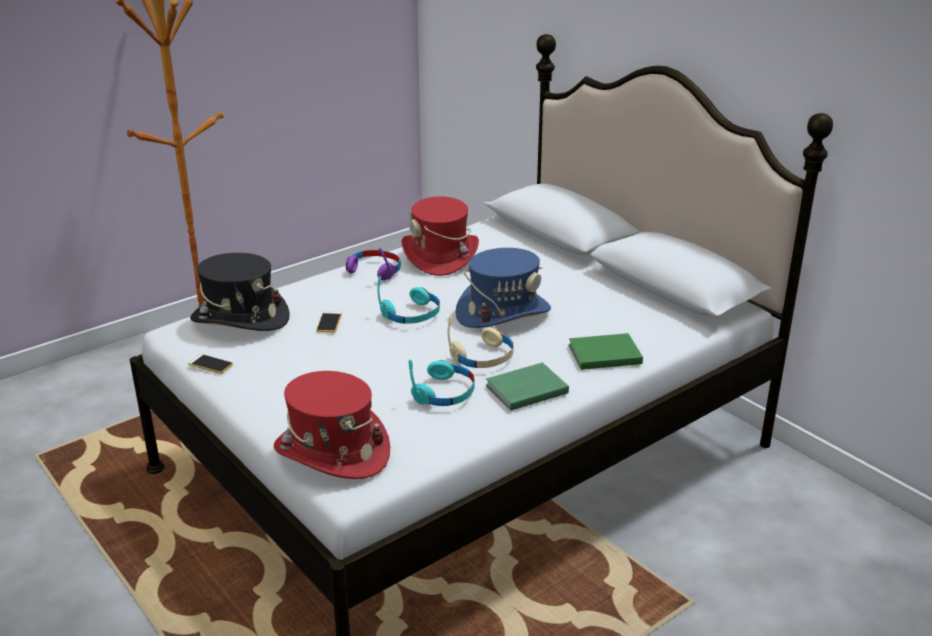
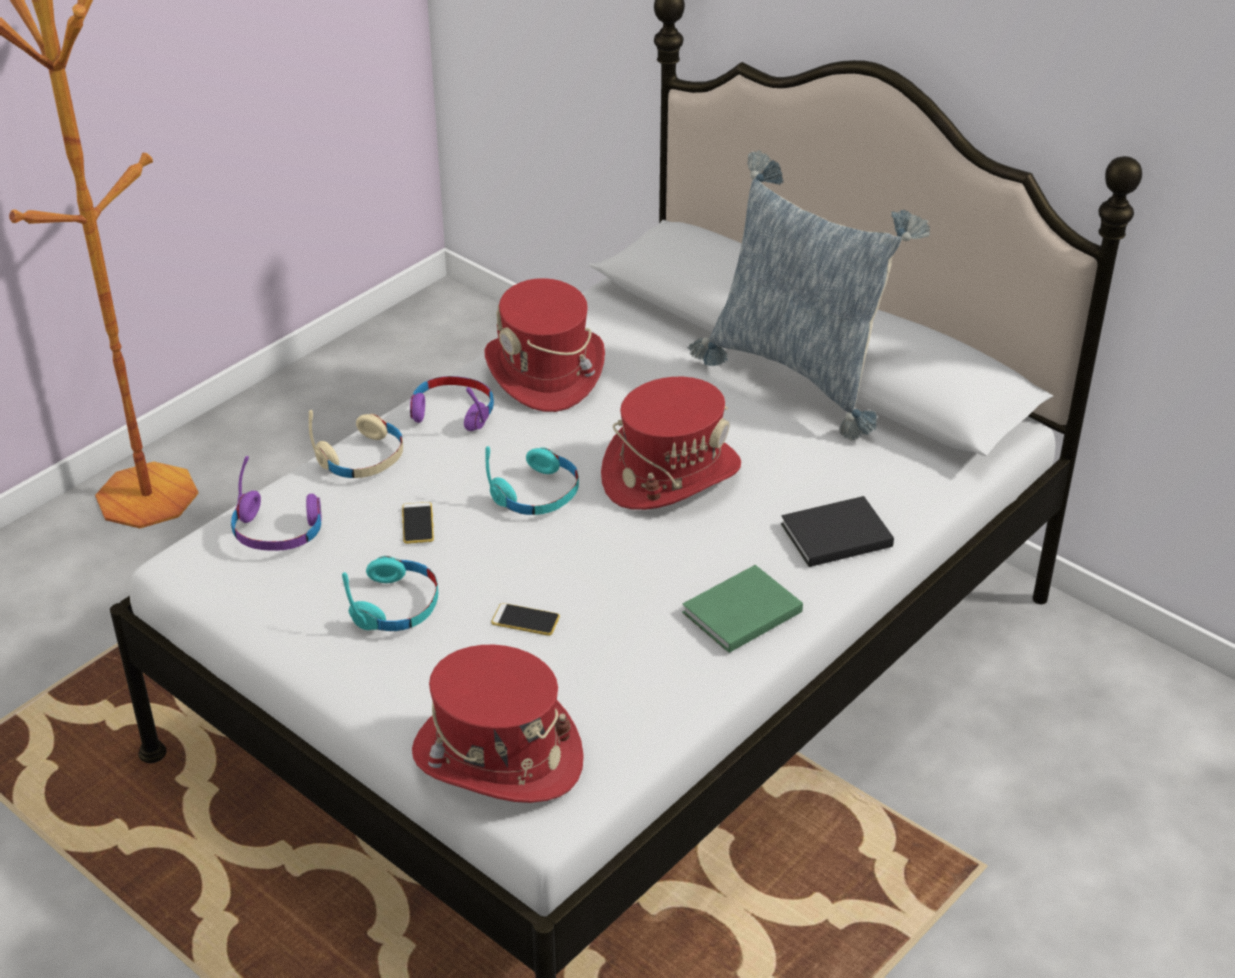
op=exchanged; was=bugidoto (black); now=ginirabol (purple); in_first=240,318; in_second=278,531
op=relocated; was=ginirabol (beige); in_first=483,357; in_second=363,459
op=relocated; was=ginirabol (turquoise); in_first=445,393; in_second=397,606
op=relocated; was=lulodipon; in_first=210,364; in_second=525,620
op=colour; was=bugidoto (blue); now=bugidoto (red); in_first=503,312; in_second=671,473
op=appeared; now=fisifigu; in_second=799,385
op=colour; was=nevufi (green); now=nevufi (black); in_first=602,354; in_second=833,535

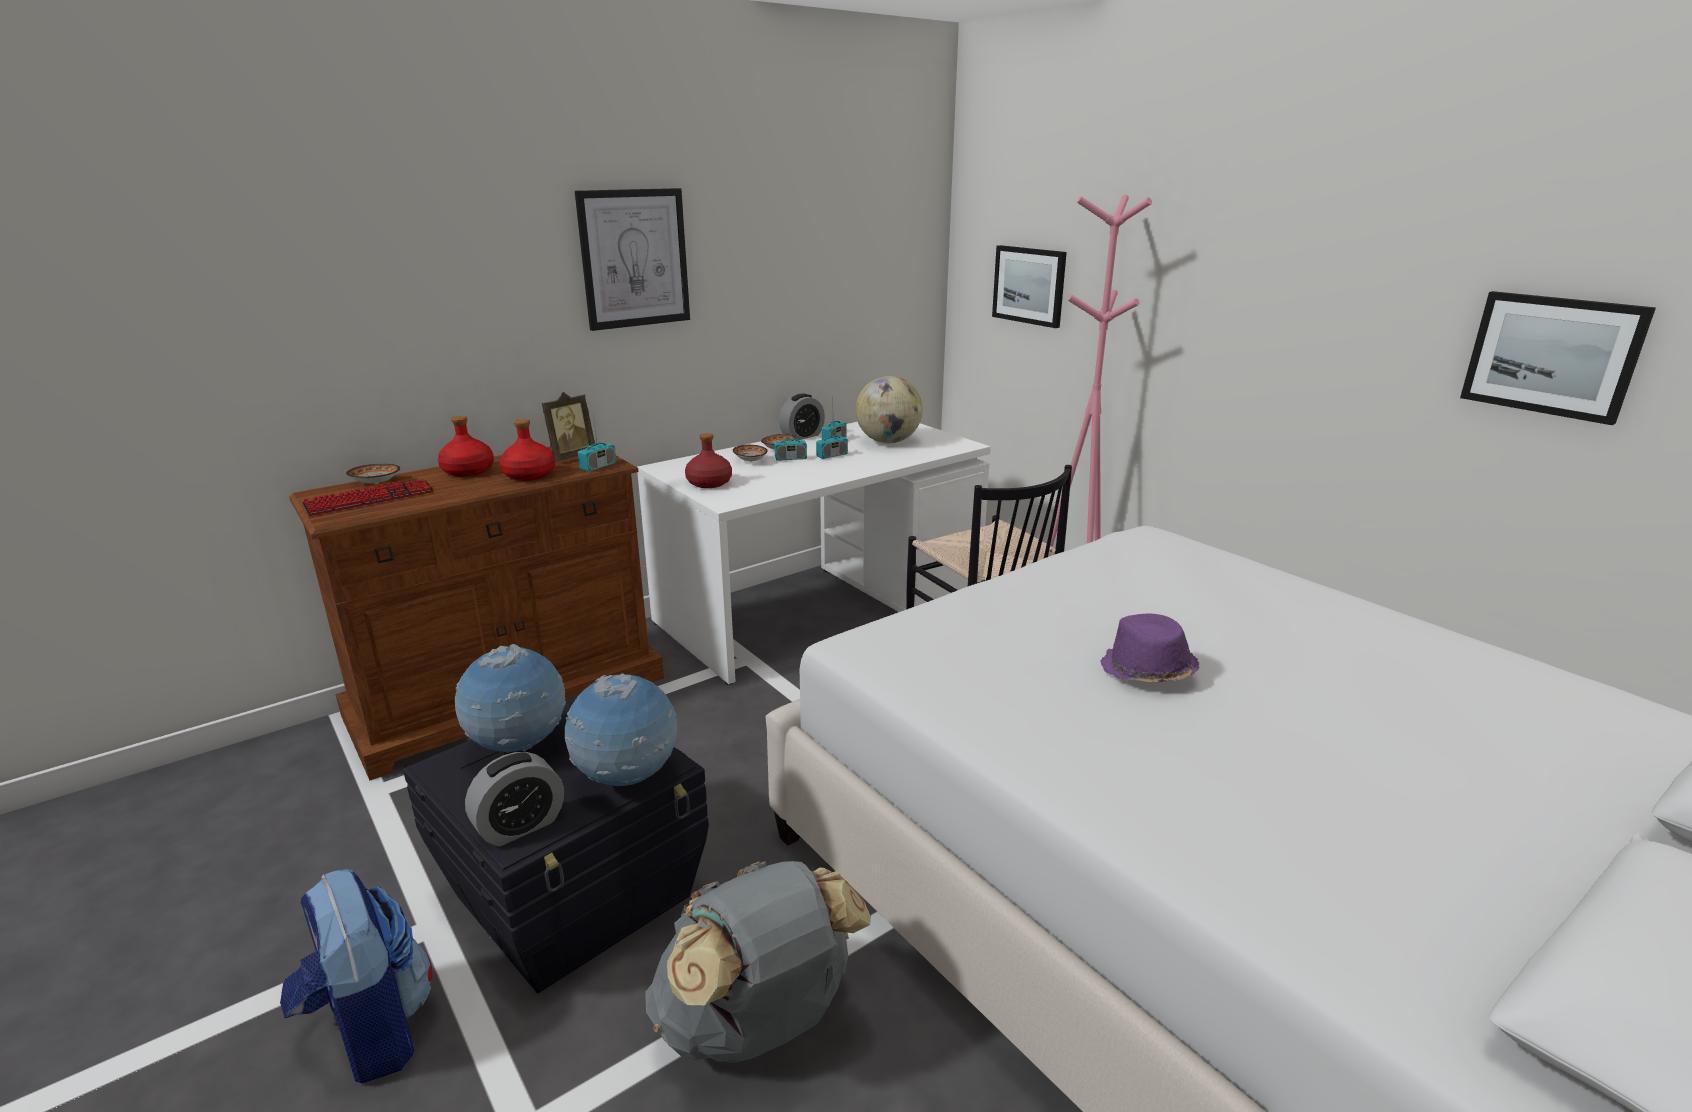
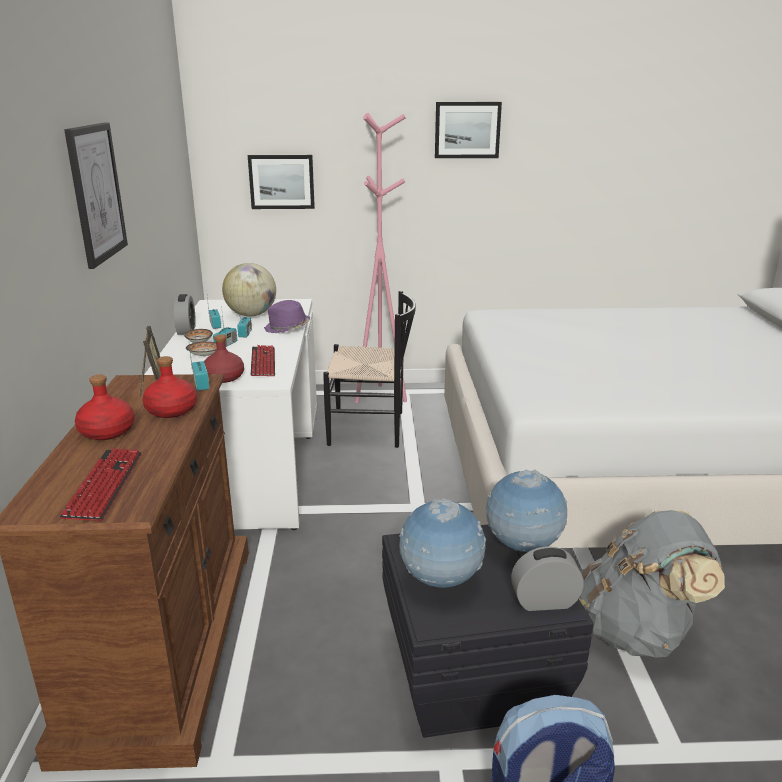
op=appeared; now=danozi; in_second=263,362
op=relocated; was=bugidoto (purple); in_first=1146,672; in_second=287,328
op=relocated; was=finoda; in_first=1552,355; in_second=467,130
op=spun; was=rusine; in_first=520,826; in_second=544,601; clockwise=-90
op=missing; was=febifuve; in_first=375,483

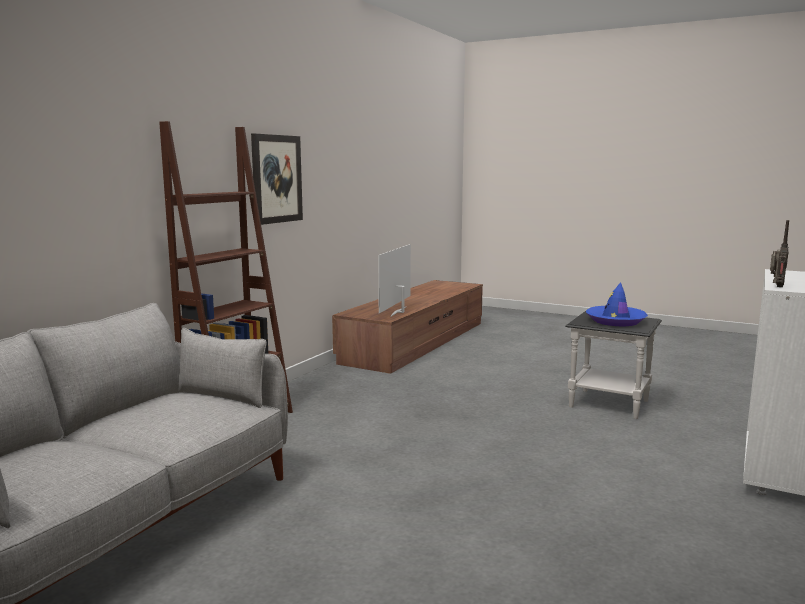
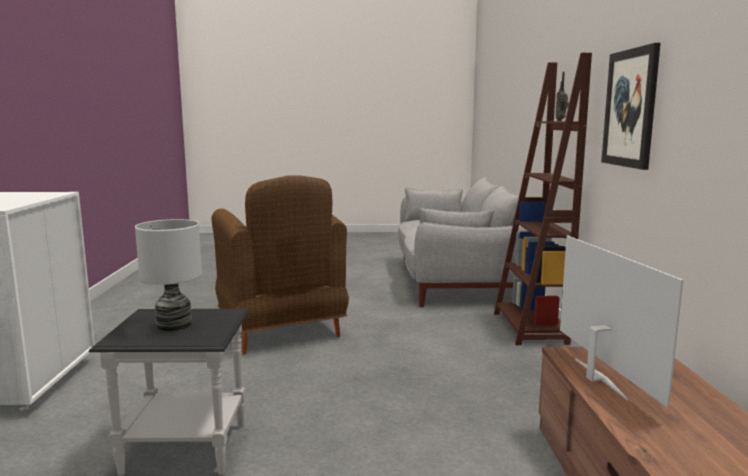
op=exchanged; was=bugidoto (blue); now=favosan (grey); in_first=615,321; in_second=174,325
op=appeared; now=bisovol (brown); in_second=281,332
op=relocated; was=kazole; in_first=776,286; in_second=561,121

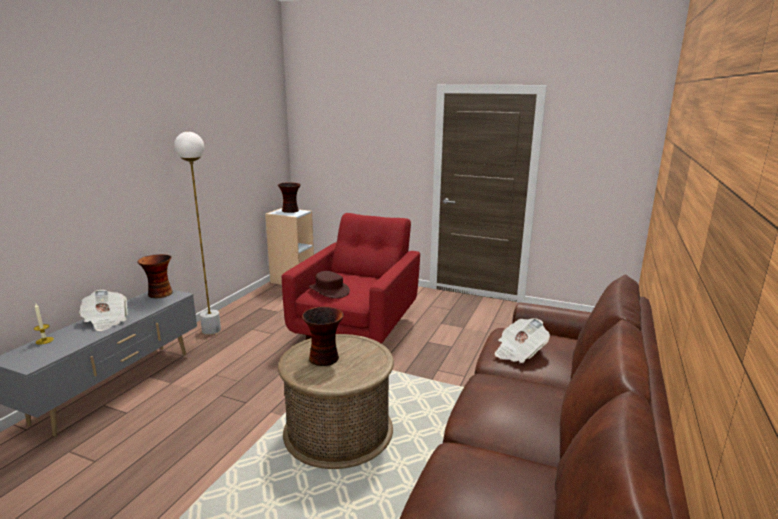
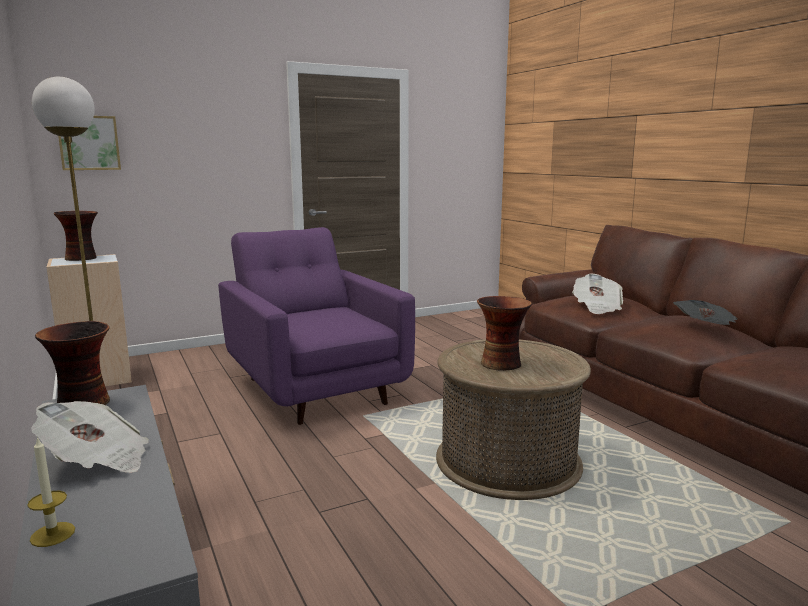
op=appeared; now=finoda; in_second=89,143
op=colour; was=bisovol (red); now=bisovol (purple); in_first=357,328; in_second=313,387
op=appeared; now=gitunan; in_second=705,328
op=missing; was=bugidoto (brown); in_first=329,290

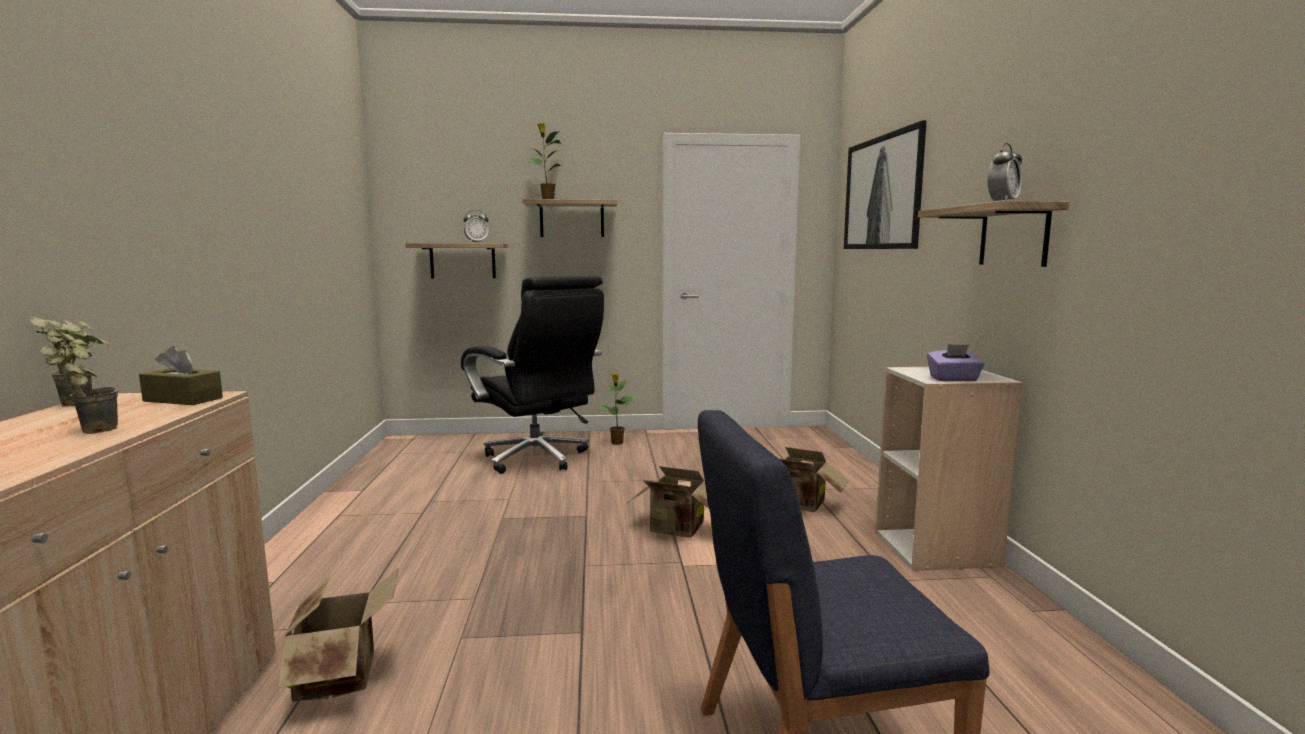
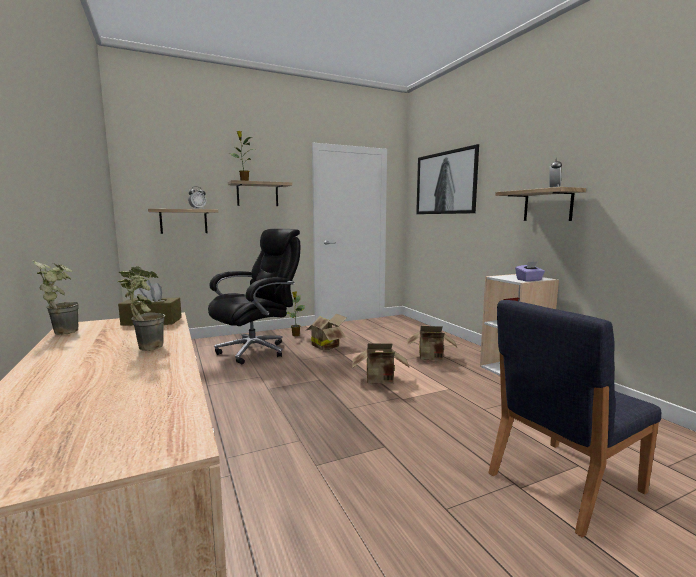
op=spun; was=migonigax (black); in_first=539,460; in_second=256,351; clockwise=-75
op=relocated; was=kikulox; in_first=344,675; in_second=326,346

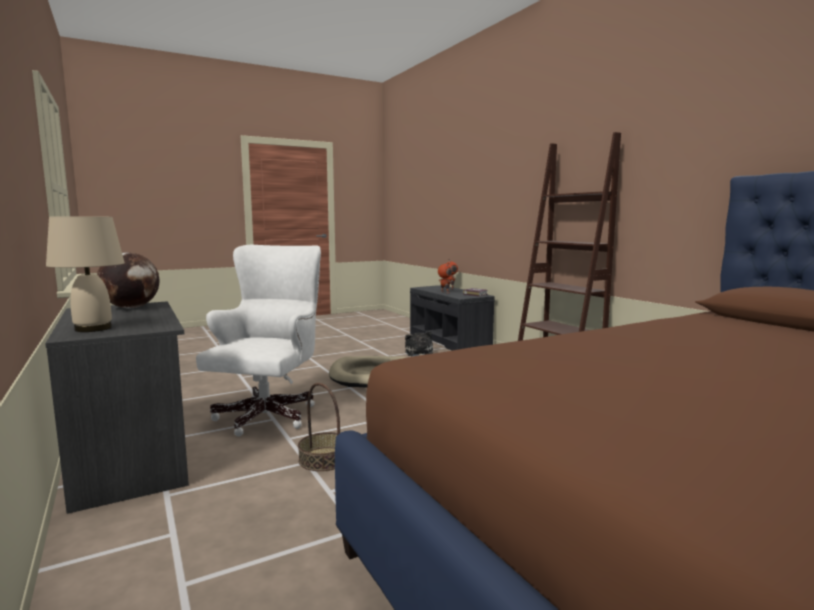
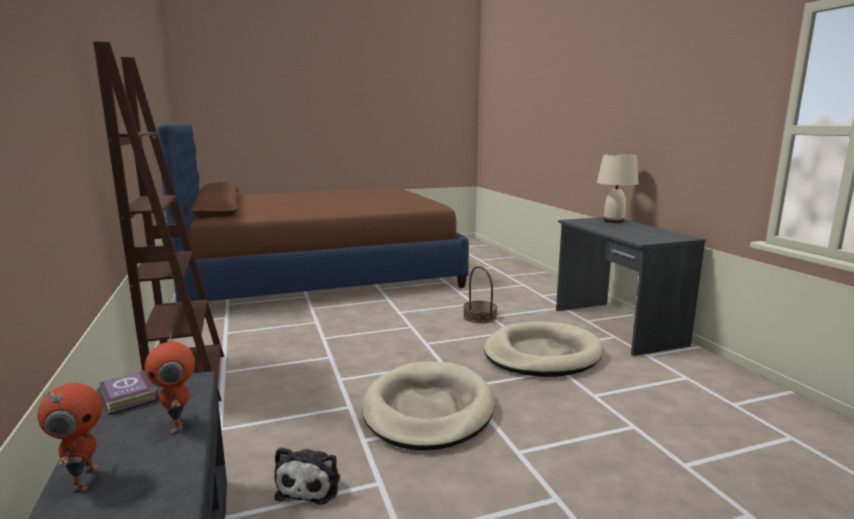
op=exchanged; was=migonigax (white); now=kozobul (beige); in_first=268,414; in_second=541,354
op=missing; was=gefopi; in_first=131,308

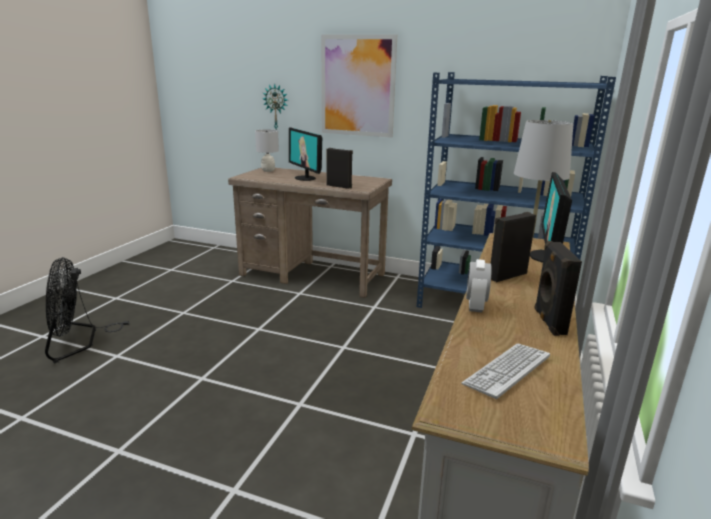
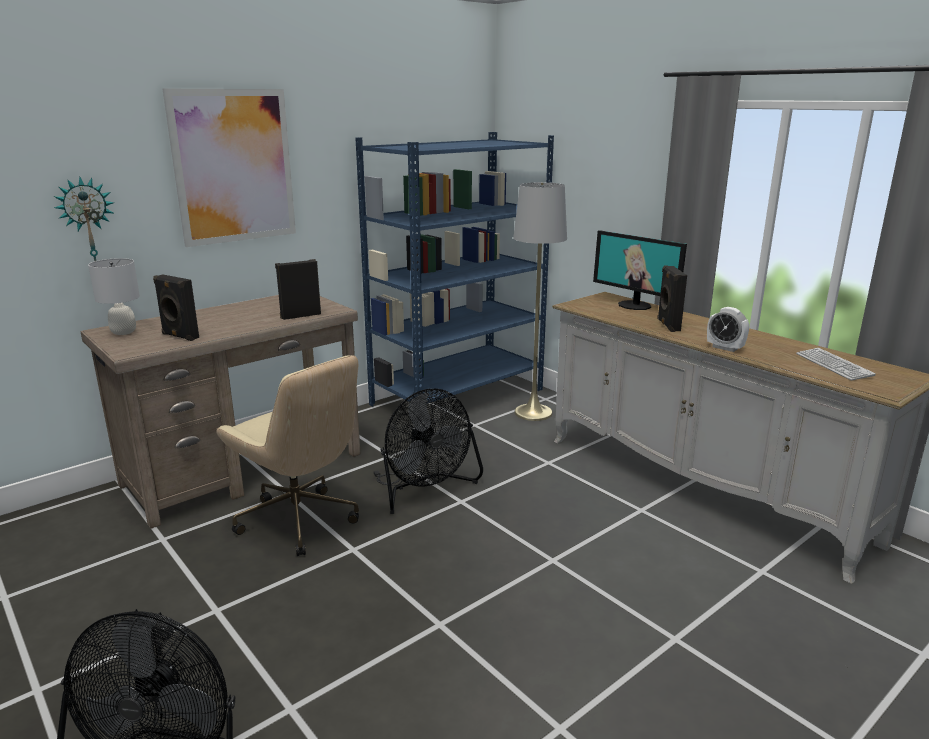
op=relocated; was=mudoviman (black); in_first=548,322; in_second=179,336
op=appeared; now=migonigax (beige); in_second=300,523
op=appeared; now=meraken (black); in_second=421,490
op=missing; was=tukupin; in_first=305,178

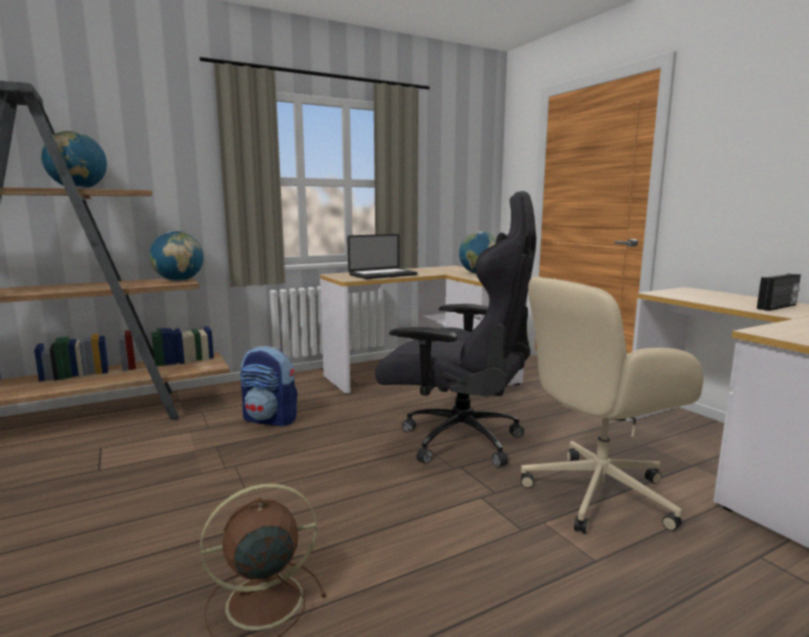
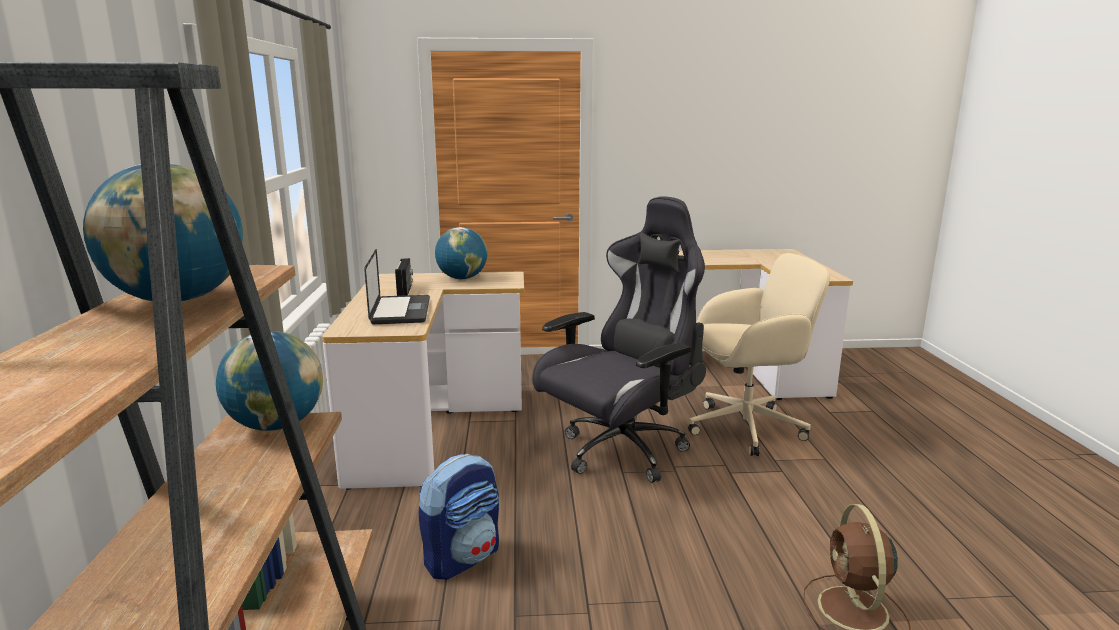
op=relocated; was=kazole; in_first=778,307; in_second=405,290
op=spun; was=migonigax (beige); in_first=598,494; in_second=745,428; clockwise=-105

